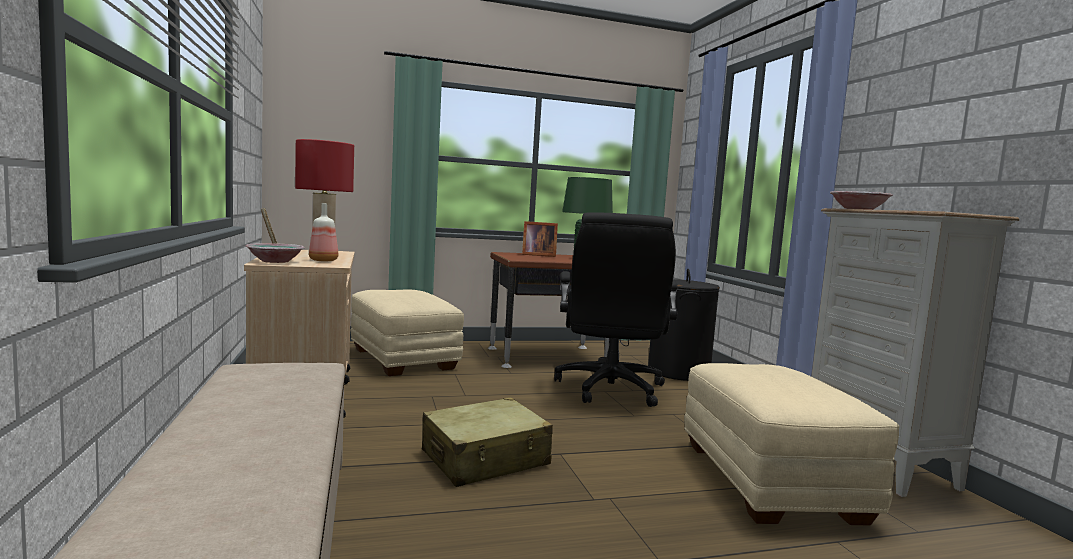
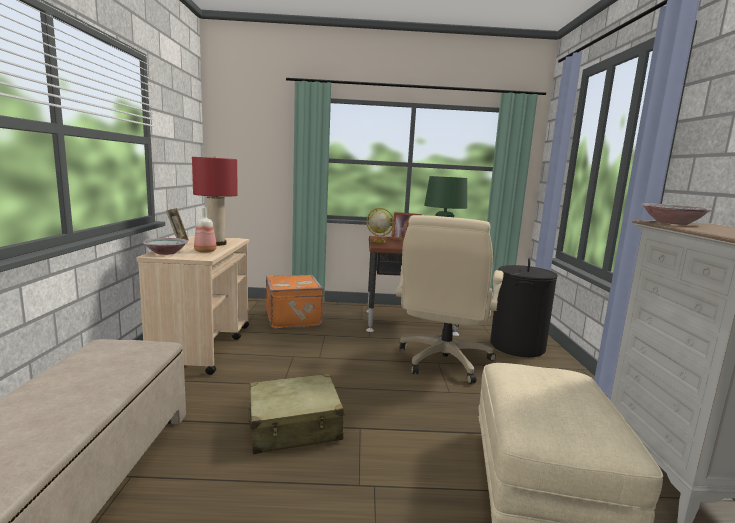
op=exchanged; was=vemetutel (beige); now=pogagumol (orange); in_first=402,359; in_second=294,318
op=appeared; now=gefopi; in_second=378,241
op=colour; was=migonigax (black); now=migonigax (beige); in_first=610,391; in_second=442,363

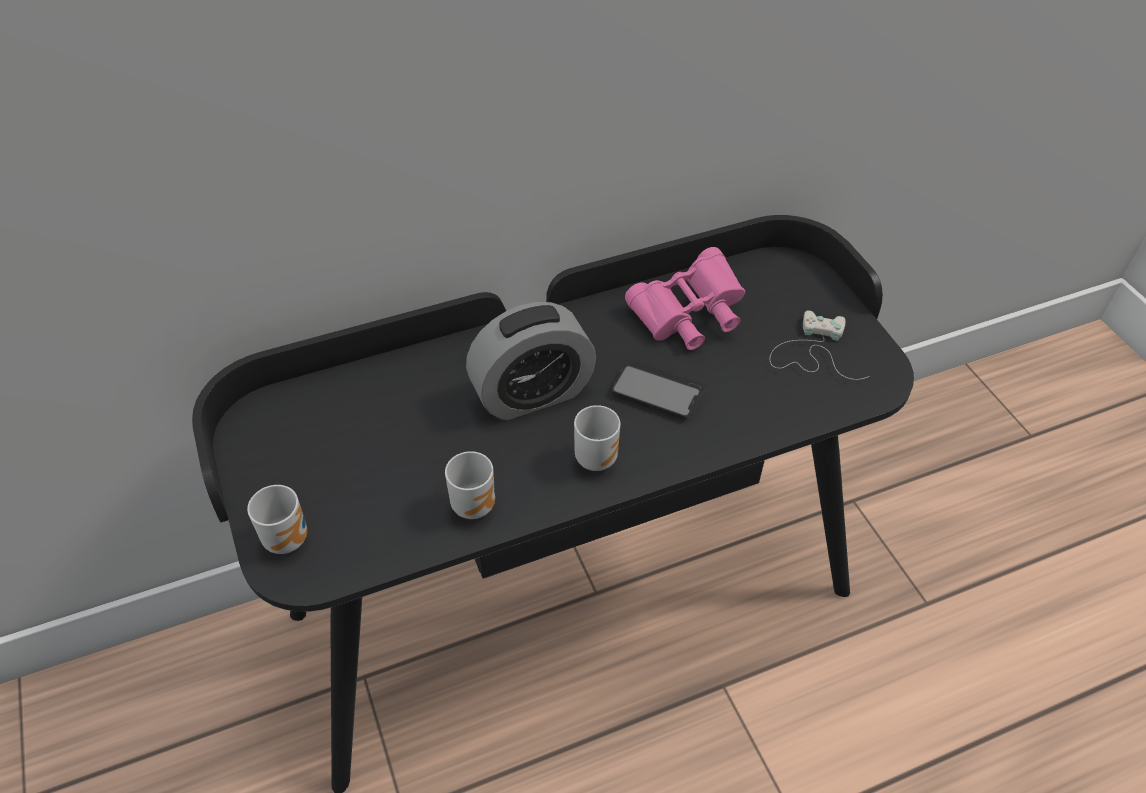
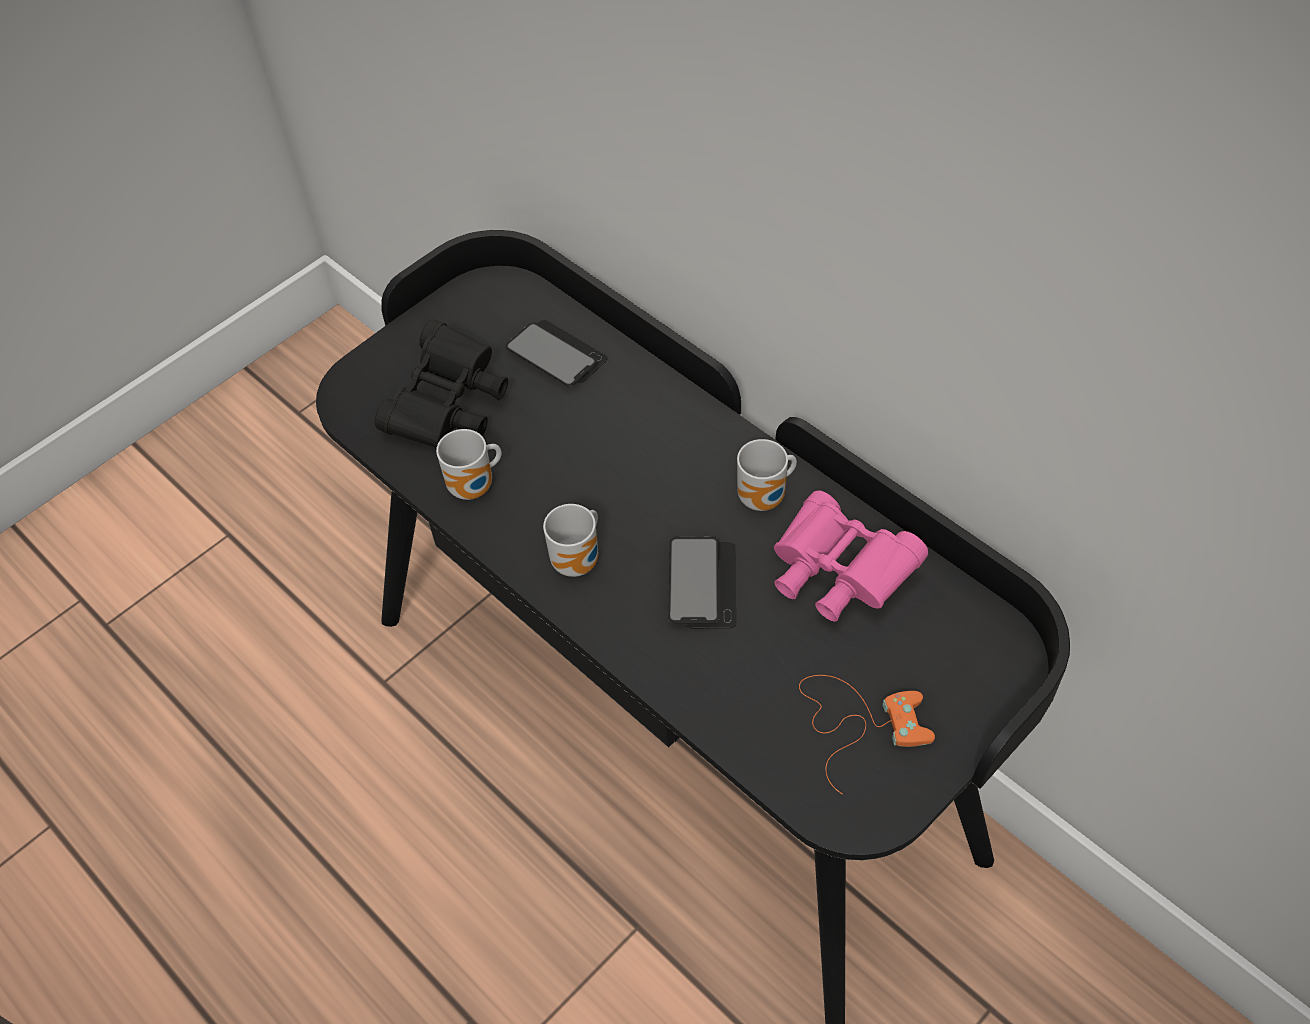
op=appeared; now=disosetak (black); in_second=449,407
op=appeared; now=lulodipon; in_second=556,355
op=relocated; was=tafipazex; in_first=289,537; in_second=765,499
op=colour; was=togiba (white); now=togiba (orange); in_first=812,351; in_second=858,721
op=missing; was=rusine; in_first=532,394

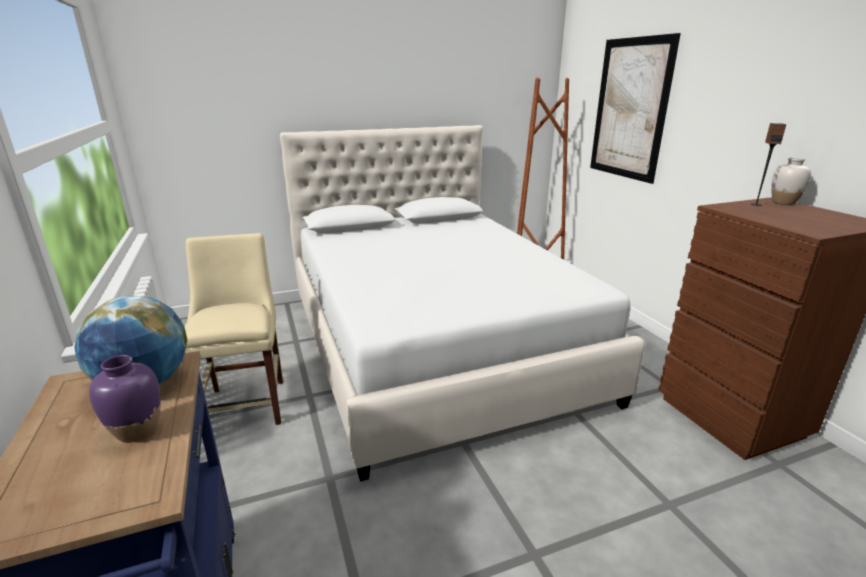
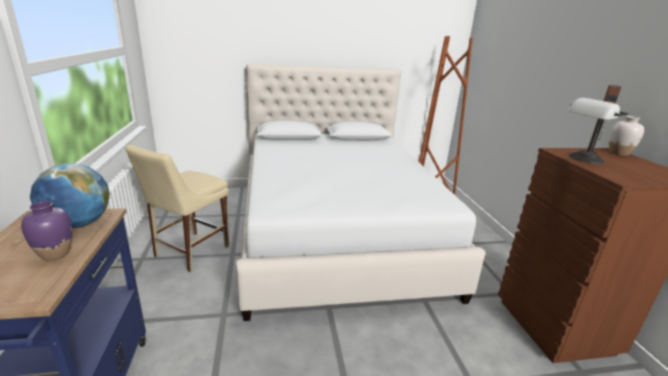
op=spun; was=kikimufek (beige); in_first=247,403; in_second=189,252; clockwise=-150
op=appeared; now=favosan; in_second=583,159
op=missing; was=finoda; in_first=630,109

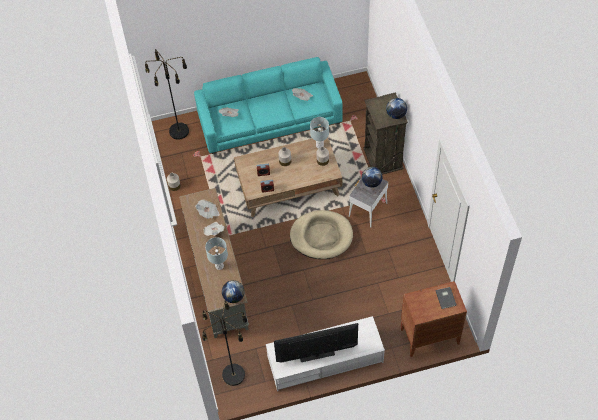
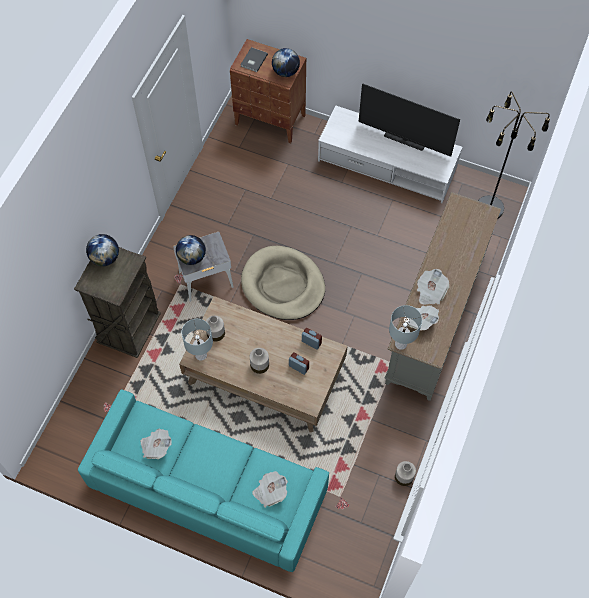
op=relocated; was=gefopi; in_first=234,297; in_second=286,72
op=relocated; was=favosan (grey); in_first=219,266; in_second=401,344
op=missing; was=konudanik; in_first=178,132

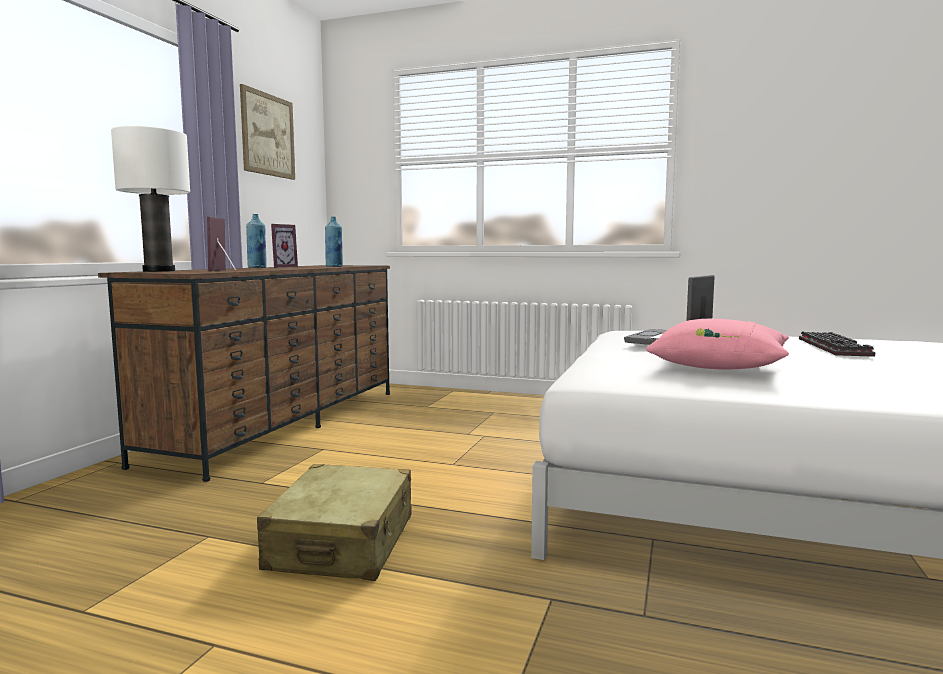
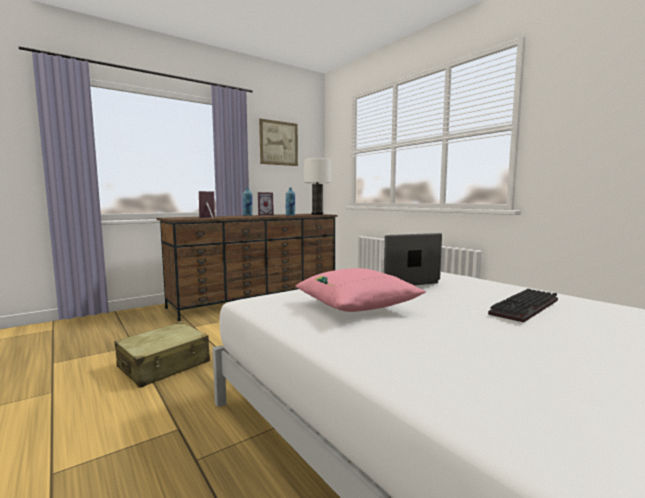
op=relocated; was=favosan (white); in_first=158,271; in_second=317,214

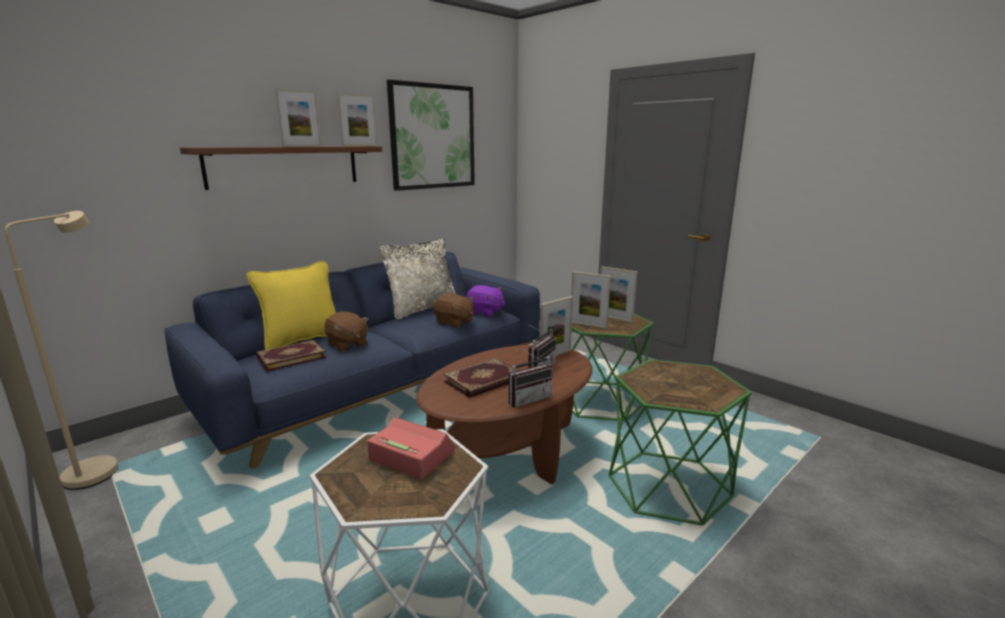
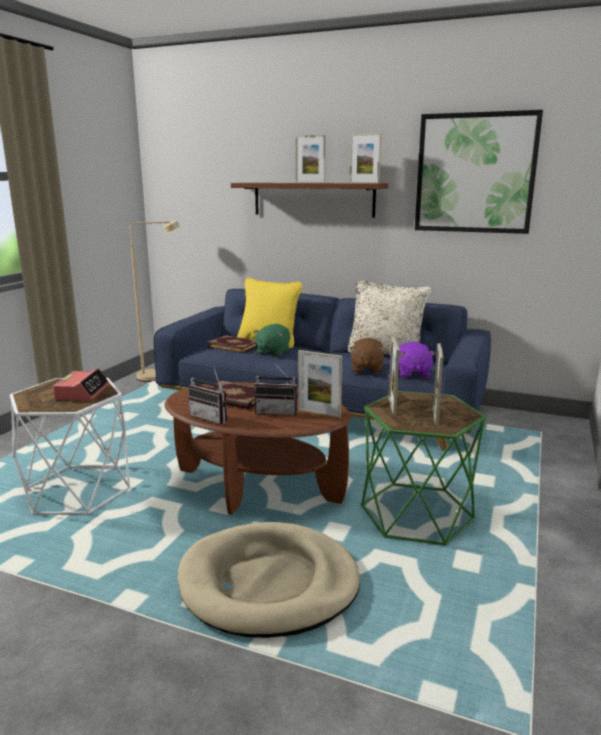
op=exchanged; was=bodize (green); now=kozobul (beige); in_first=669,487; in_second=269,584
op=colour; was=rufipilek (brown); now=rufipilek (green); in_first=347,345; in_second=272,352

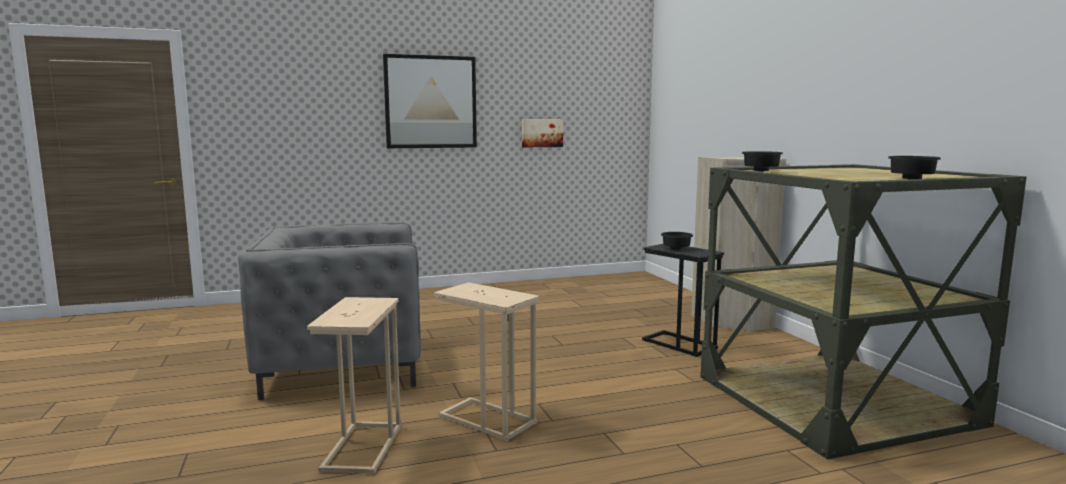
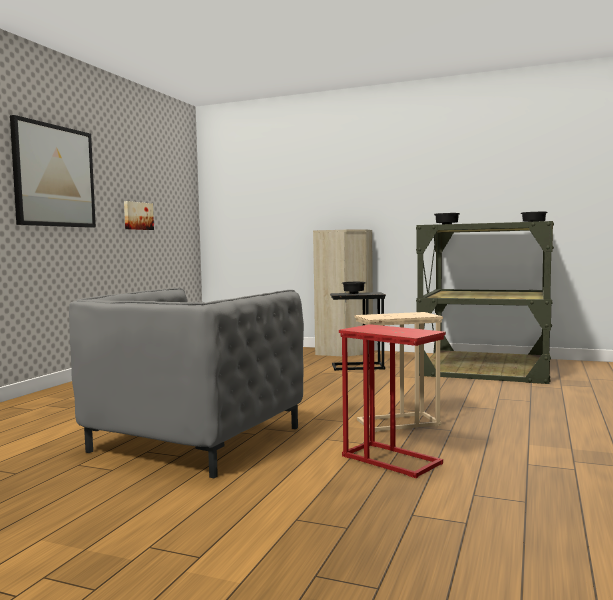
op=colour; was=bodize (beige); now=bodize (red); in_first=362,447; in_second=390,460

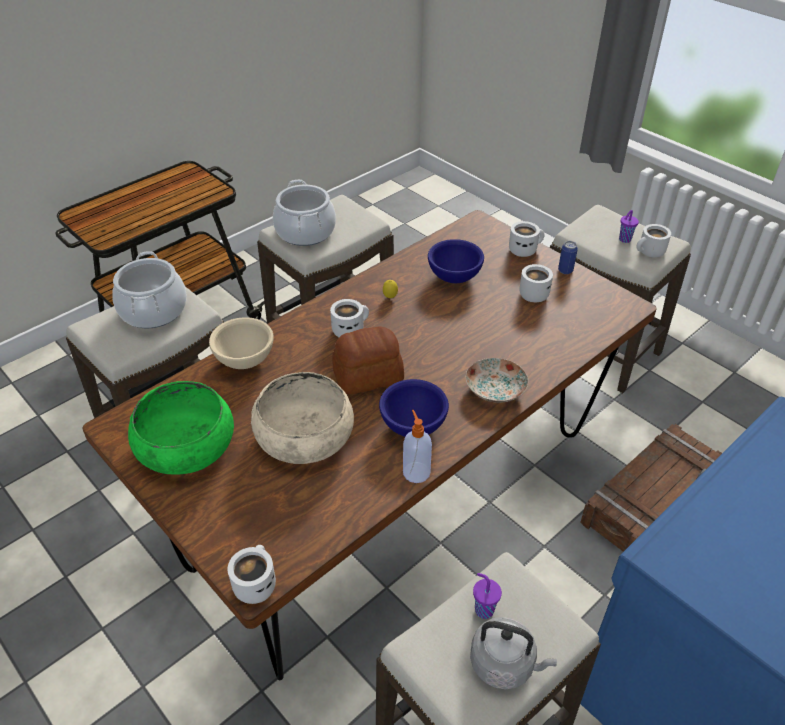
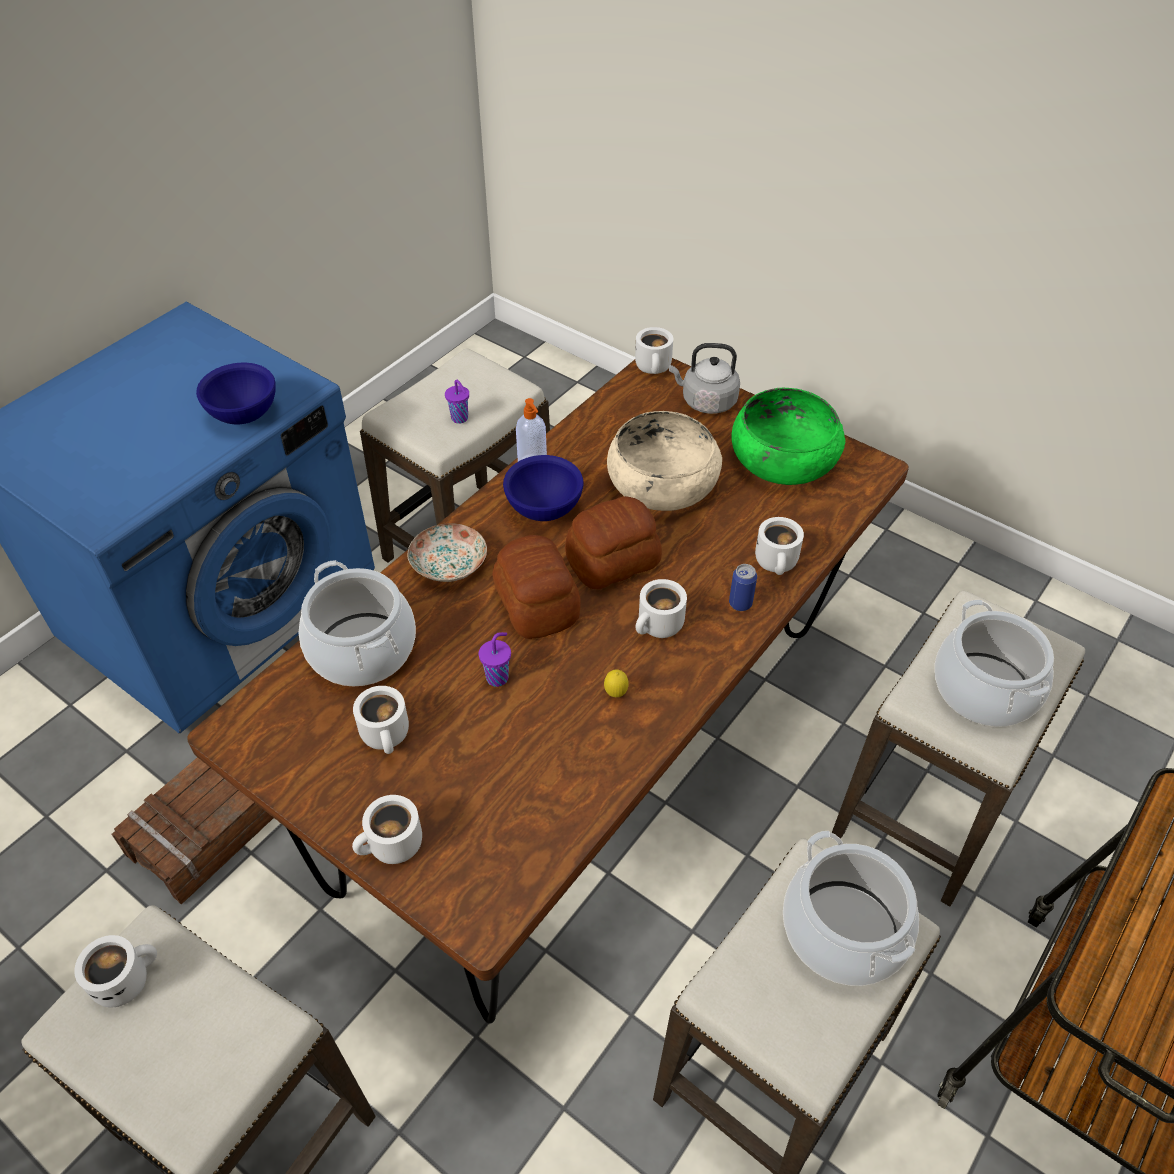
op=relocated; was=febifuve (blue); in_first=453,277; in_second=245,414
op=appeared; now=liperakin; in_second=362,650
op=relocated; was=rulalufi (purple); in_first=624,240; in_second=498,677
op=appeared; now=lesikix; in_second=537,603
op=relocated; was=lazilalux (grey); in_first=505,664; in_second=706,401
op=relocated; was=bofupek; in_first=565,270; in_second=740,603
op=exchanged; was=febifuve (beige); now=tafipazex (white); in_first=245,359; in_second=778,563

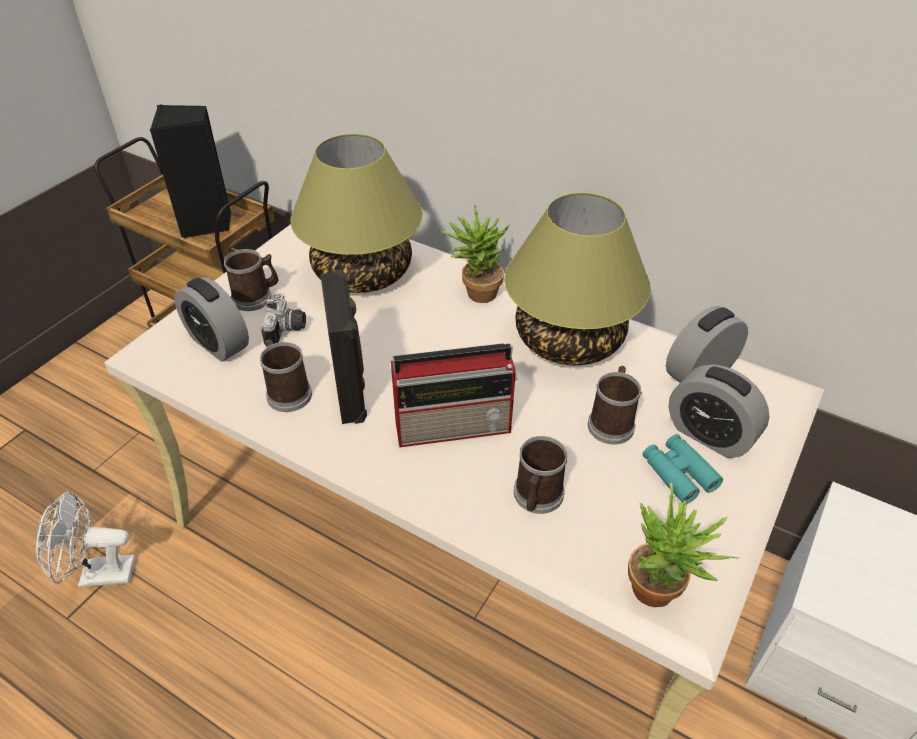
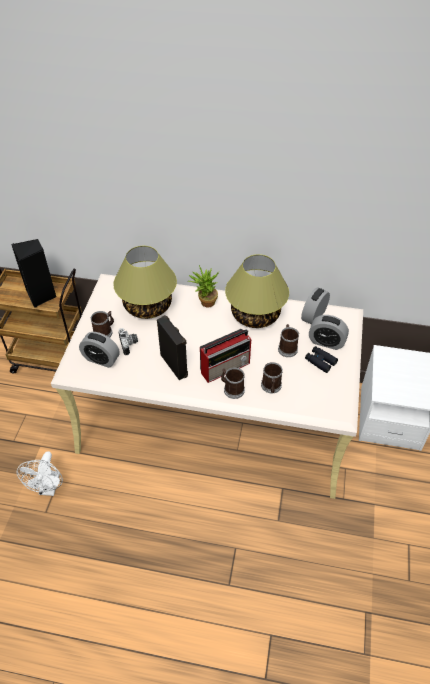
op=spun; was=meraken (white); in_first=98,574; in_second=49,488; clockwise=-60
op=relocated; was=tafipazex; in_first=287,392; in_second=232,389
op=colour; was=disosetak (turquoise); now=disosetak (black); in_first=679,473; in_second=320,361
op=missing; was=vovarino; in_first=661,593

